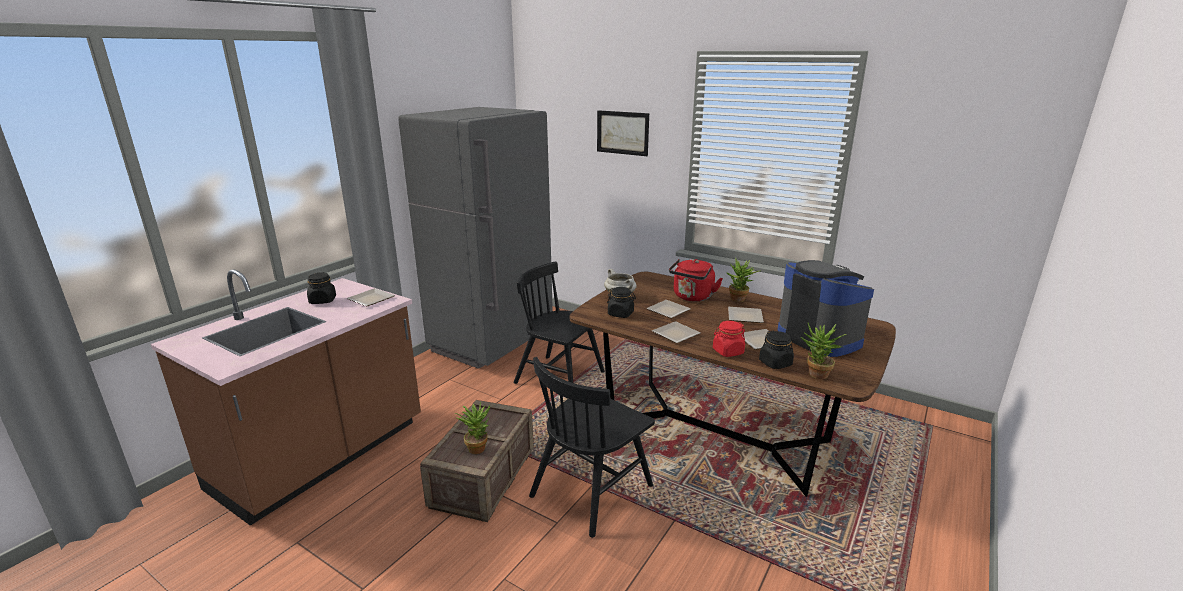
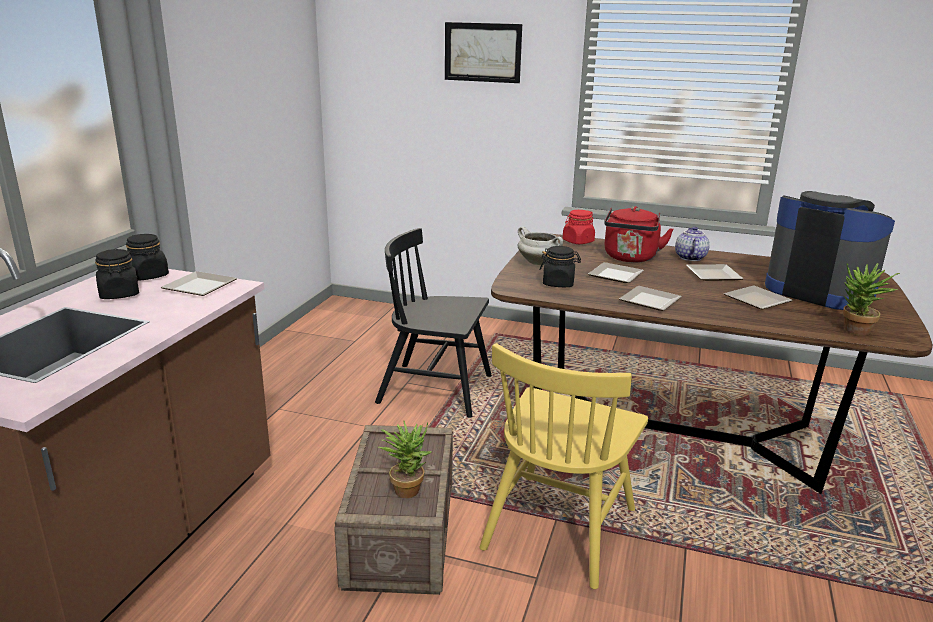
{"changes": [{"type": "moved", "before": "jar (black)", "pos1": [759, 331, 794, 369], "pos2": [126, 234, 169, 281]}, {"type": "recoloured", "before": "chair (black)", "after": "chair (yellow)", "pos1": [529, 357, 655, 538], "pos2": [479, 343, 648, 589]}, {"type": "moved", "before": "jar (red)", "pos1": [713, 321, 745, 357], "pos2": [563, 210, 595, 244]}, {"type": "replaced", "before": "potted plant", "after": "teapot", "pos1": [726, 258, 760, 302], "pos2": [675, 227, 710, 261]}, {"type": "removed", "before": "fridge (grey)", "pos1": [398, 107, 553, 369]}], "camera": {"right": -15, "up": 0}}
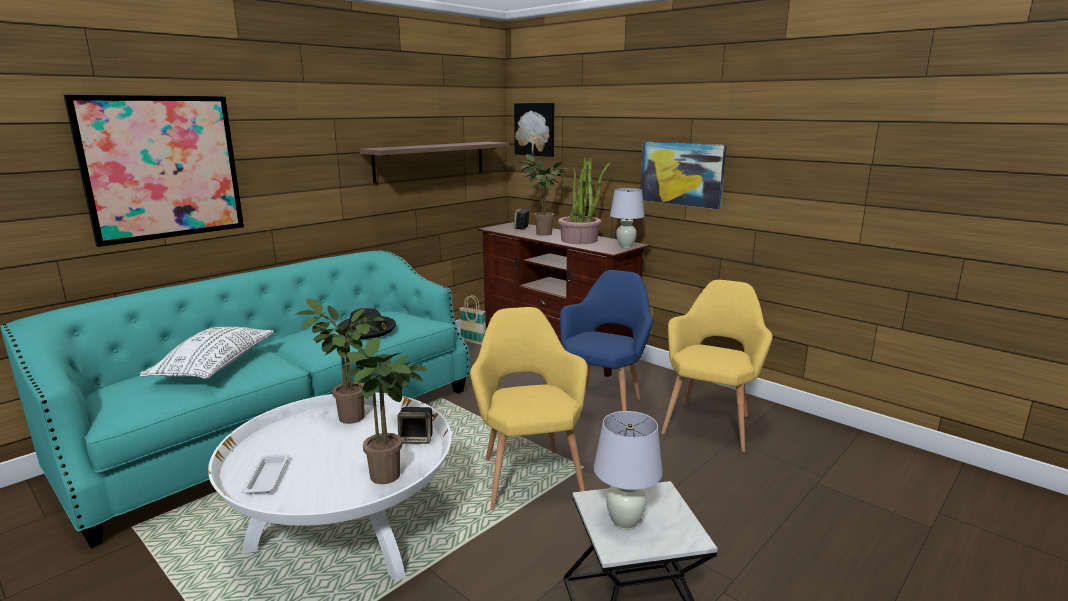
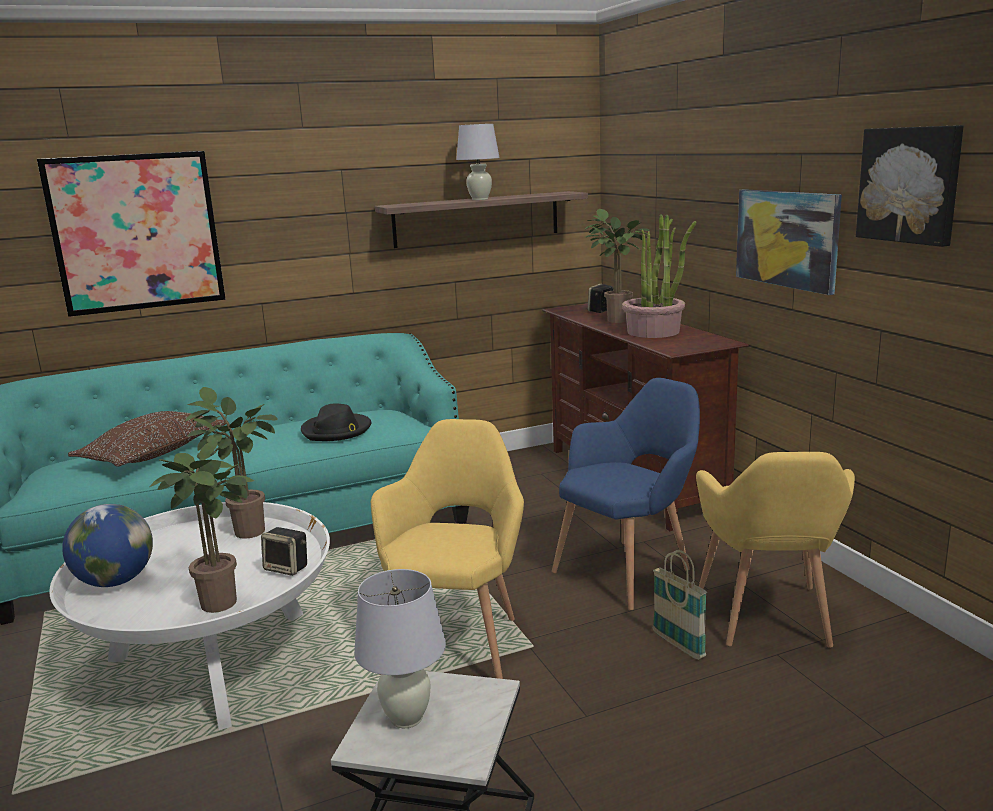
{"changes": [{"type": "replaced", "before": "tray (white)", "after": "globe", "pos1": [242, 454, 289, 494], "pos2": [62, 504, 153, 587]}, {"type": "recoloured", "before": "pillow (white)", "after": "pillow (brown)", "pos1": [140, 327, 274, 379], "pos2": [68, 411, 226, 467]}, {"type": "moved", "before": "table lamp (white)", "pos1": [610, 188, 644, 248], "pos2": [456, 124, 500, 200]}, {"type": "moved", "before": "basket", "pos1": [459, 295, 486, 345], "pos2": [653, 550, 707, 660]}, {"type": "turned", "before": "armchair (yellow)", "pos1": [661, 280, 773, 453], "pos2": [696, 452, 855, 648], "turn": 135}, {"type": "moved", "before": "picture", "pos1": [514, 103, 555, 157], "pos2": [856, 125, 963, 247]}], "camera": {"right": 25, "up": 0}}
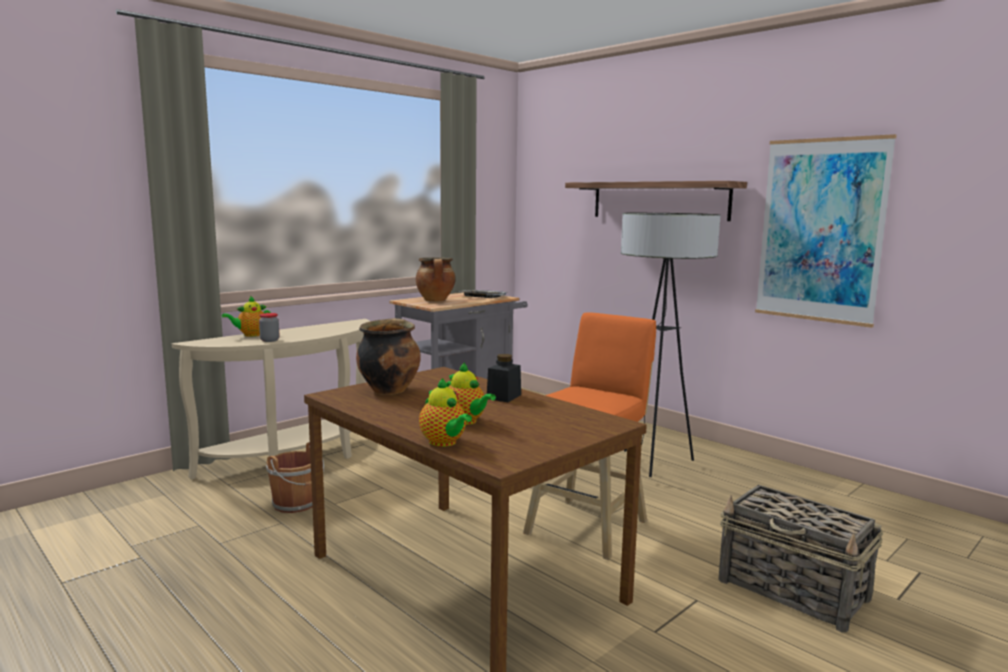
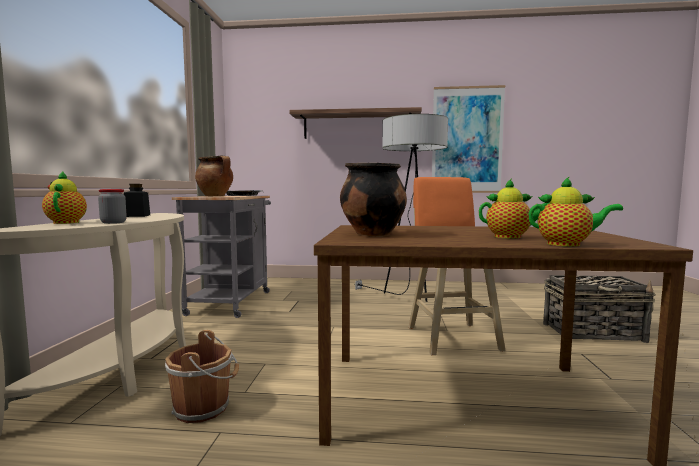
{"changes": [{"type": "turned", "before": "teapot", "pos1": [222, 296, 271, 337], "pos2": [42, 171, 87, 224], "turn": 150}, {"type": "moved", "before": "jar (black)", "pos1": [487, 354, 521, 402], "pos2": [124, 184, 150, 217]}], "camera": {"right": -40, "up": -5}}
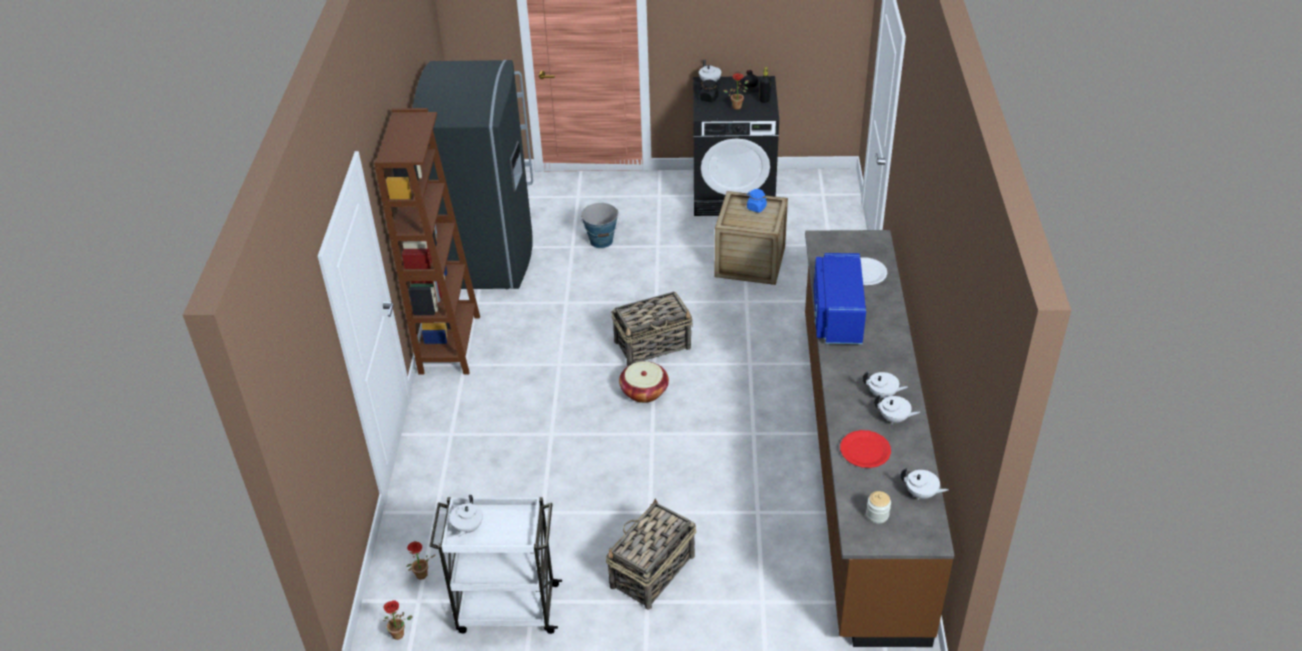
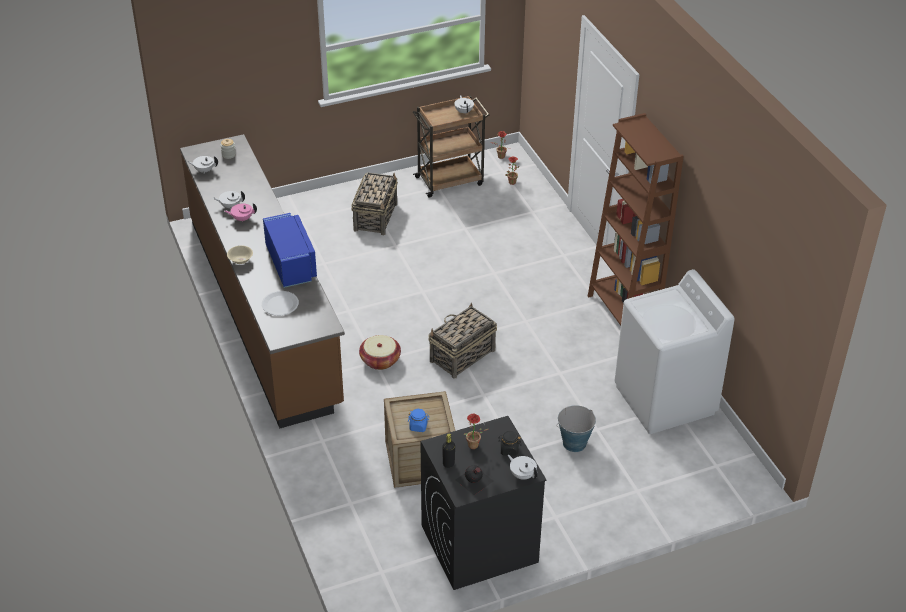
{"changes": [{"type": "recoloured", "before": "teapot (white)", "after": "teapot (pink)", "pos1": [863, 371, 908, 399], "pos2": [225, 203, 257, 222]}, {"type": "added", "after": "bowl (beige)", "pos2": [227, 245, 253, 264]}, {"type": "moved", "before": "basket", "pos1": [619, 361, 669, 403], "pos2": [359, 335, 401, 370]}, {"type": "recoloured", "before": "cart (white)", "after": "cart (brown)", "pos1": [429, 497, 562, 634], "pos2": [413, 95, 489, 198]}, {"type": "replaced", "before": "fridge (grey)", "after": "washing machine (white)", "pos1": [412, 60, 533, 289], "pos2": [615, 269, 735, 434]}, {"type": "removed", "before": "plate (red)", "pos1": [840, 430, 891, 468]}], "camera": {"right": 155, "up": 0}}
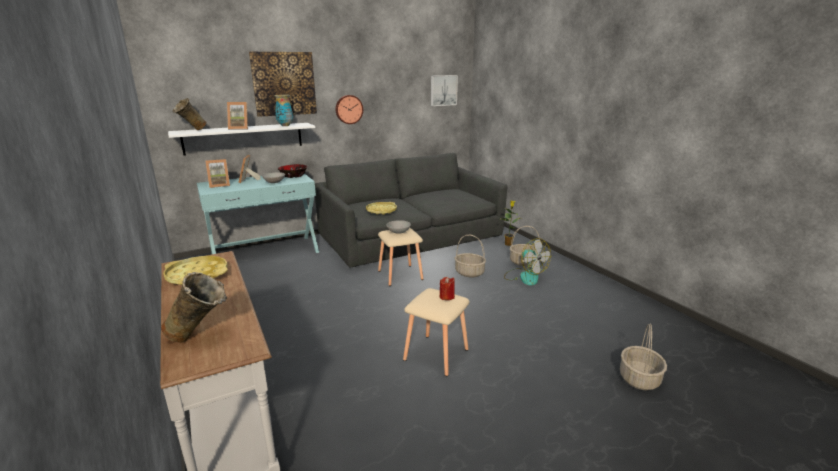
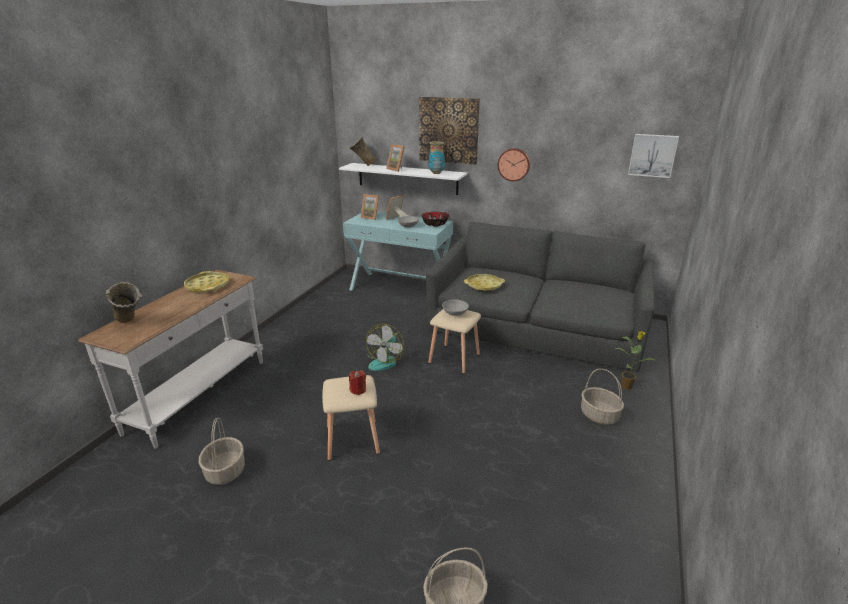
{"changes": [{"type": "moved", "before": "basket", "pos1": [455, 235, 486, 278], "pos2": [199, 418, 245, 485]}, {"type": "moved", "before": "fan", "pos1": [504, 238, 551, 285], "pos2": [366, 324, 404, 371]}], "camera": {"right": 50, "up": 5}}
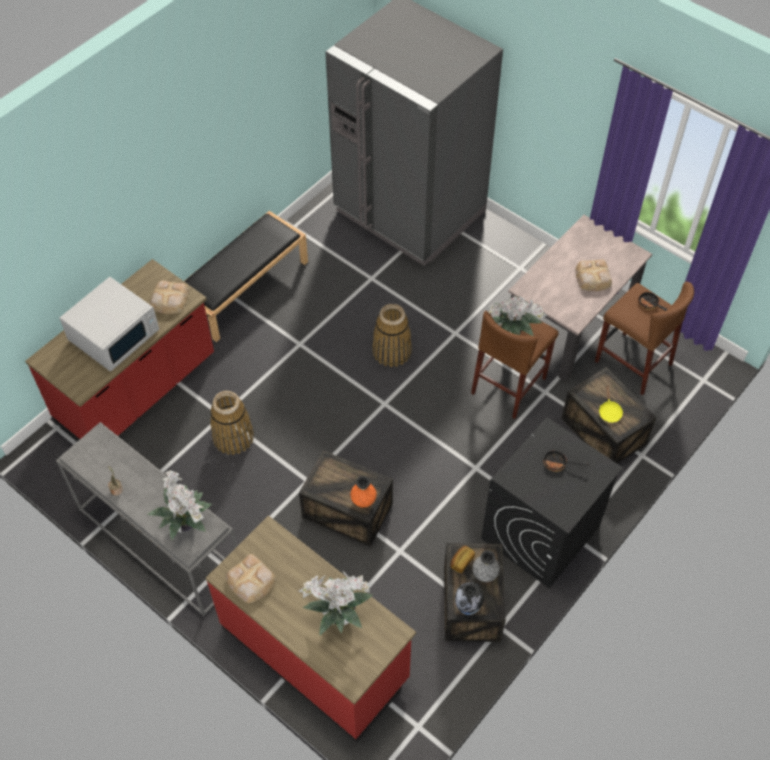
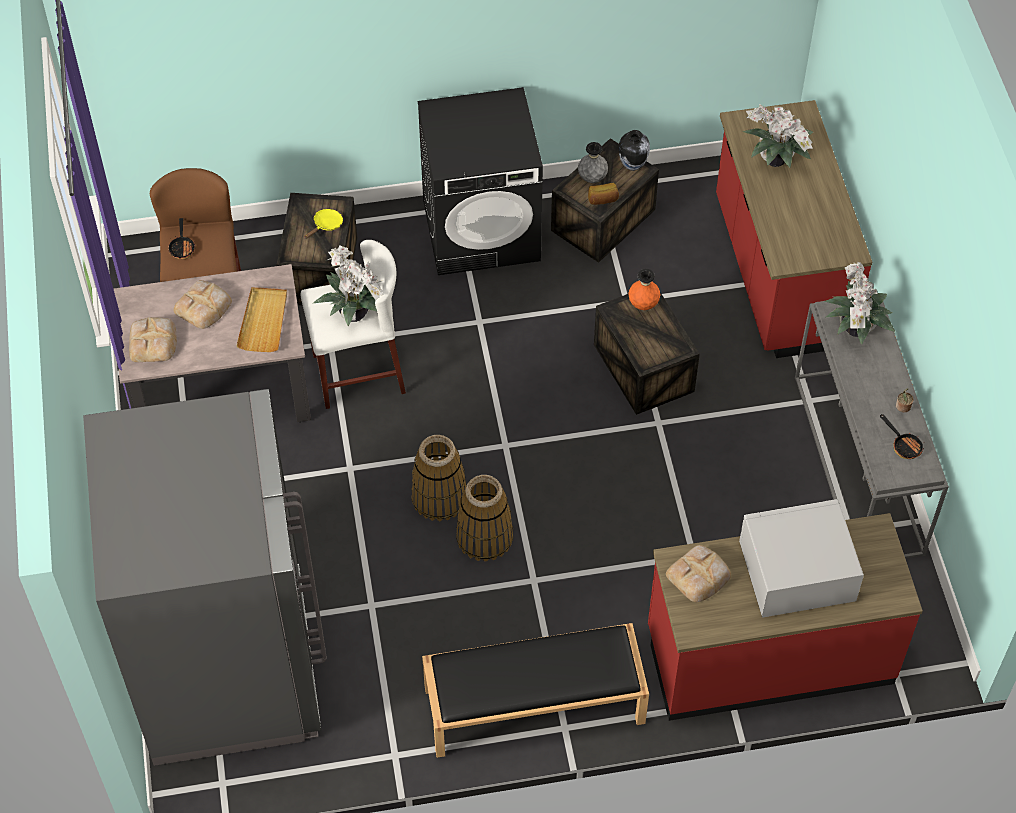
{"changes": [{"type": "moved", "before": "bread", "pos1": [226, 554, 276, 603], "pos2": [129, 317, 177, 362]}, {"type": "added", "after": "tray (beige)", "pos2": [236, 287, 287, 352]}, {"type": "recoloured", "before": "stool (brown)", "after": "stool (white)", "pos1": [471, 311, 559, 419], "pos2": [301, 240, 406, 409]}, {"type": "moved", "before": "basket", "pos1": [210, 391, 254, 455], "pos2": [456, 475, 513, 562]}, {"type": "moved", "before": "frying pan", "pos1": [543, 450, 589, 472], "pos2": [880, 414, 924, 459]}], "camera": {"right": -140, "up": 0}}
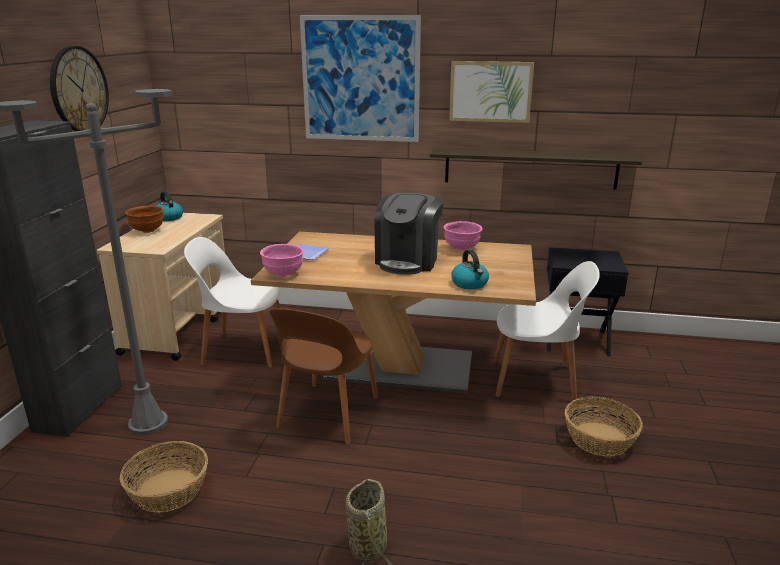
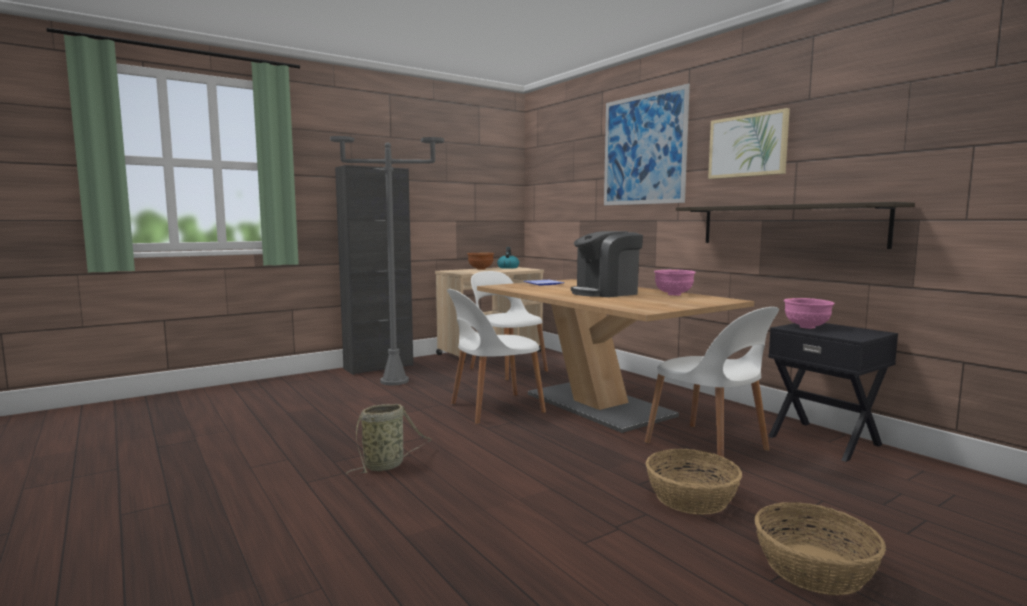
{"changes": [{"type": "recoloured", "before": "chair (brown)", "after": "chair (white)", "pos1": [269, 308, 379, 444], "pos2": [447, 289, 546, 424]}, {"type": "moved", "before": "basket", "pos1": [120, 441, 208, 513], "pos2": [755, 502, 886, 595]}, {"type": "moved", "before": "bowl (pink)", "pos1": [260, 244, 304, 277], "pos2": [784, 298, 835, 329]}, {"type": "removed", "before": "wall clock", "pos1": [50, 46, 109, 131]}, {"type": "removed", "before": "kettle", "pos1": [451, 249, 489, 289]}], "camera": {"right": 45, "up": -15}}
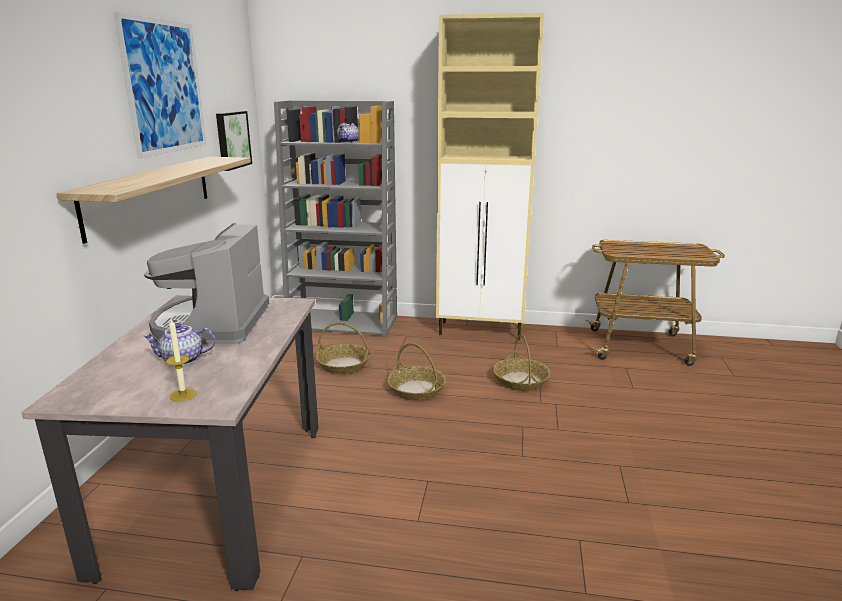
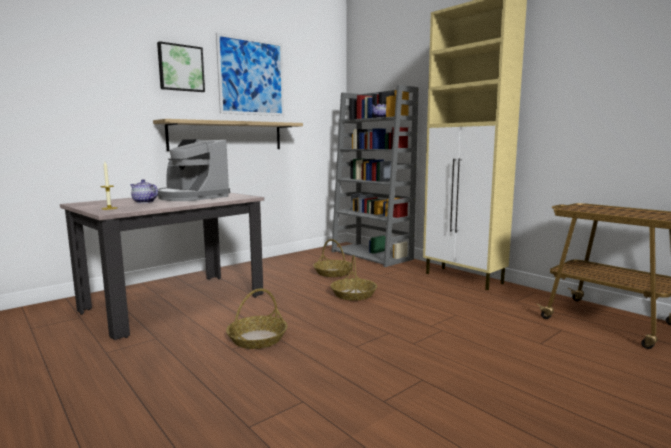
{"changes": [{"type": "moved", "before": "picture", "pos1": [216, 111, 252, 171], "pos2": [157, 41, 205, 92]}, {"type": "turned", "before": "coffee machine", "pos1": [144, 223, 269, 344], "pos2": [157, 139, 230, 201], "turn": -90}, {"type": "moved", "before": "basket", "pos1": [493, 334, 551, 391], "pos2": [226, 288, 288, 349]}], "camera": {"right": 40, "up": -10}}
